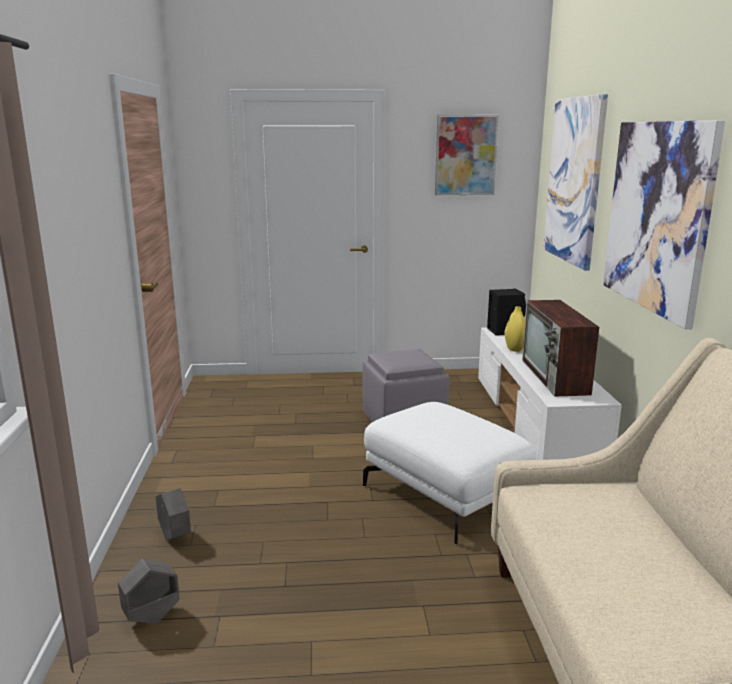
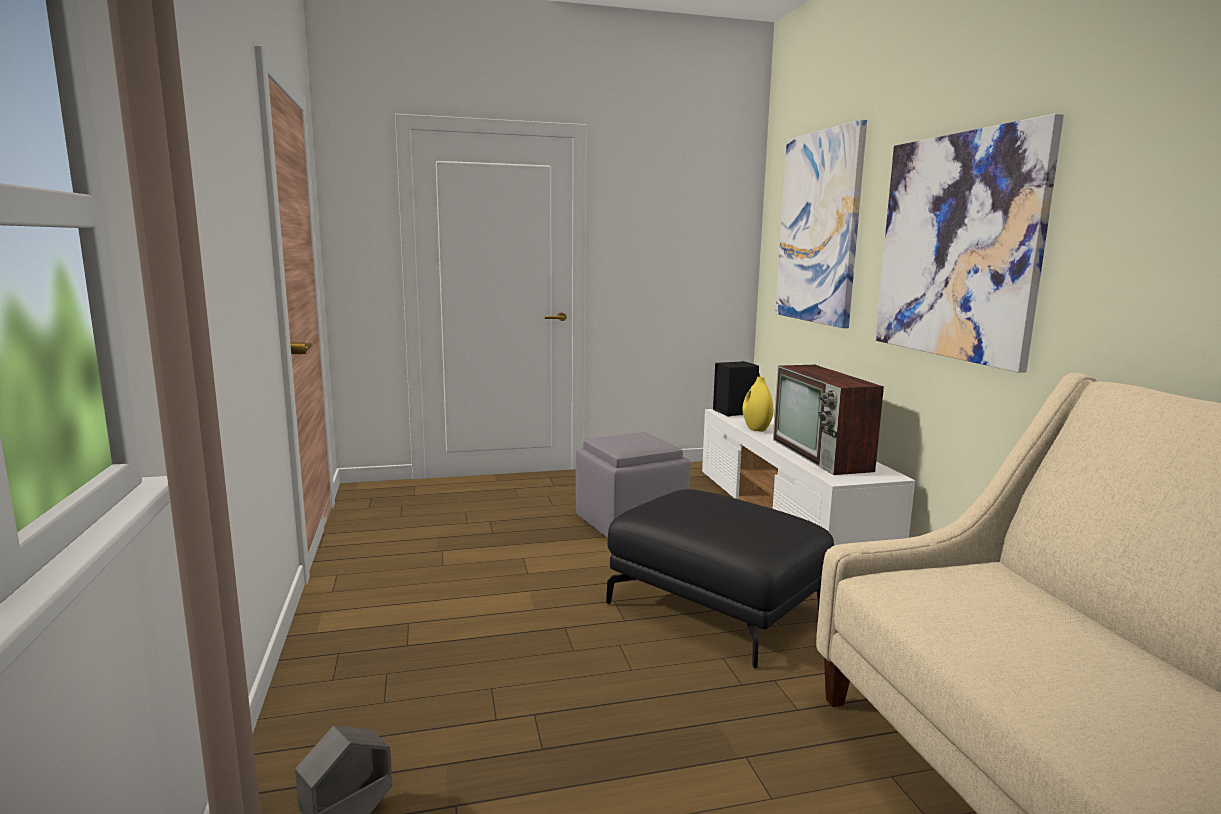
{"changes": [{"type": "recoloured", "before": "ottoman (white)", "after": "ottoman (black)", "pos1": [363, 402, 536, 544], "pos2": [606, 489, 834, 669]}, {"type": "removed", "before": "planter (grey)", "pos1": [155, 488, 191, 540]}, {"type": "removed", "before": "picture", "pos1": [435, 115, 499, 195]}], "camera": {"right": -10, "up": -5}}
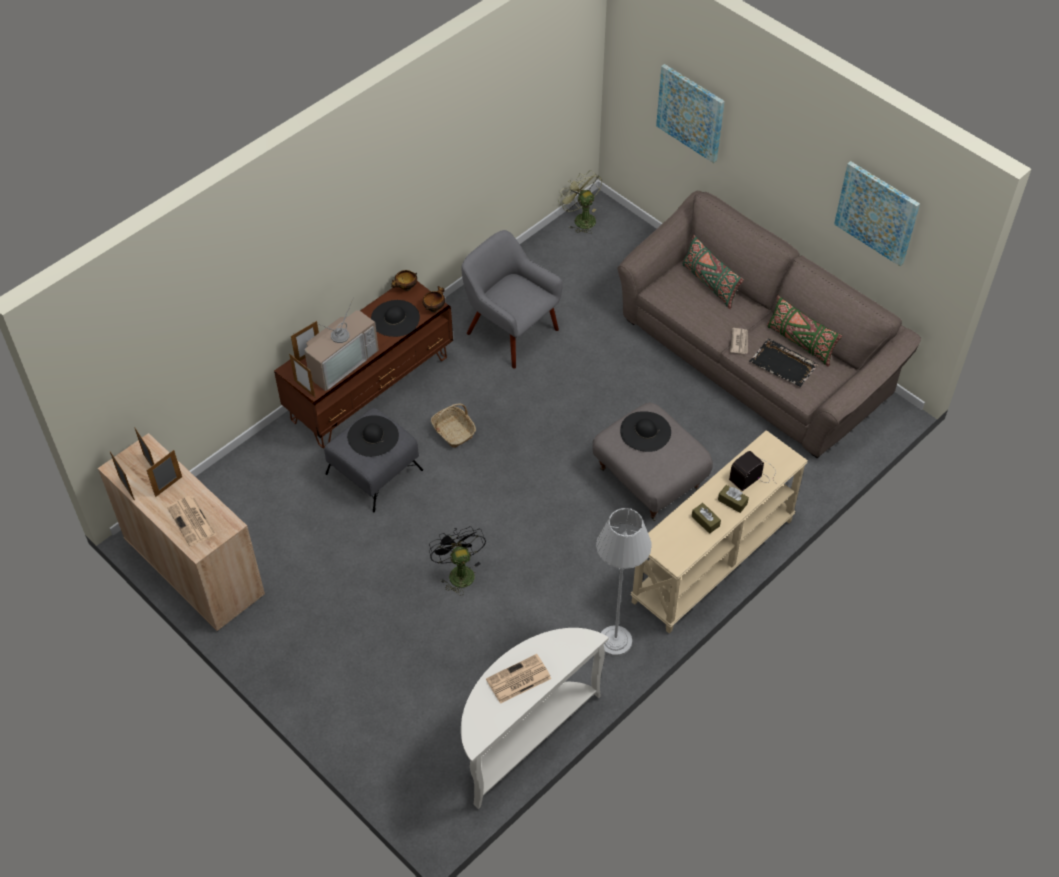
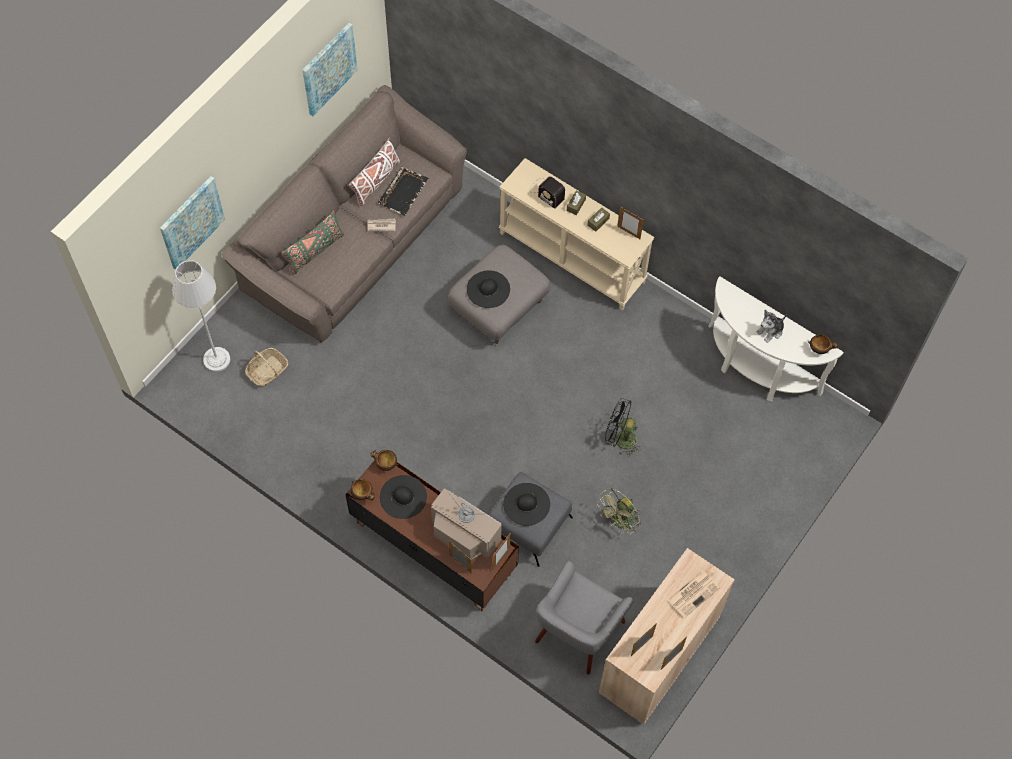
{"changes": [{"type": "moved", "before": "floor lamp (grey)", "pos1": [596, 508, 651, 656], "pos2": [172, 260, 230, 372]}, {"type": "moved", "before": "basket", "pos1": [431, 403, 476, 448], "pos2": [245, 348, 288, 387]}, {"type": "recoloured", "before": "pillow (green)", "after": "pillow (white)", "pos1": [767, 295, 842, 367], "pos2": [349, 138, 401, 206]}, {"type": "moved", "before": "armchair (grey)", "pos1": [462, 230, 563, 368], "pos2": [535, 561, 634, 675]}, {"type": "moved", "before": "fan (green)", "pos1": [558, 170, 602, 234], "pos2": [597, 488, 641, 534]}, {"type": "turned", "before": "fan (black)", "pos1": [429, 526, 486, 595], "pos2": [605, 398, 641, 456], "turn": 45}, {"type": "moved", "before": "picture frame", "pos1": [146, 450, 182, 497], "pos2": [617, 207, 643, 239]}, {"type": "replaced", "before": "newspaper", "after": "plush toy", "pos1": [486, 654, 551, 704], "pos2": [756, 310, 787, 343]}, {"type": "added", "after": "bowl", "pos2": [808, 335, 838, 354]}], "camera": {"right": -100, "up": 10}}
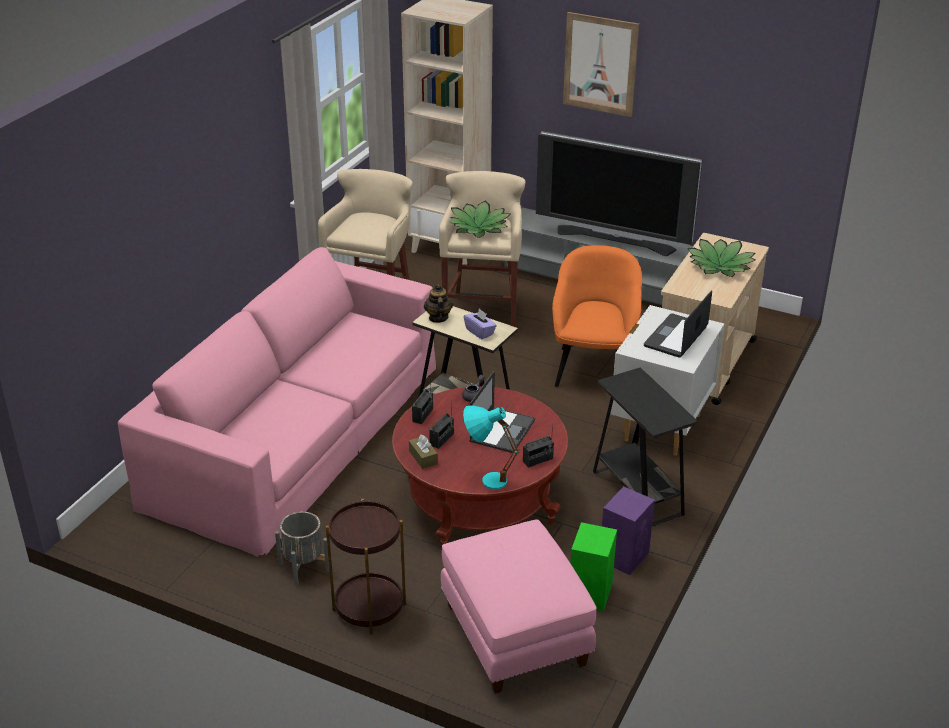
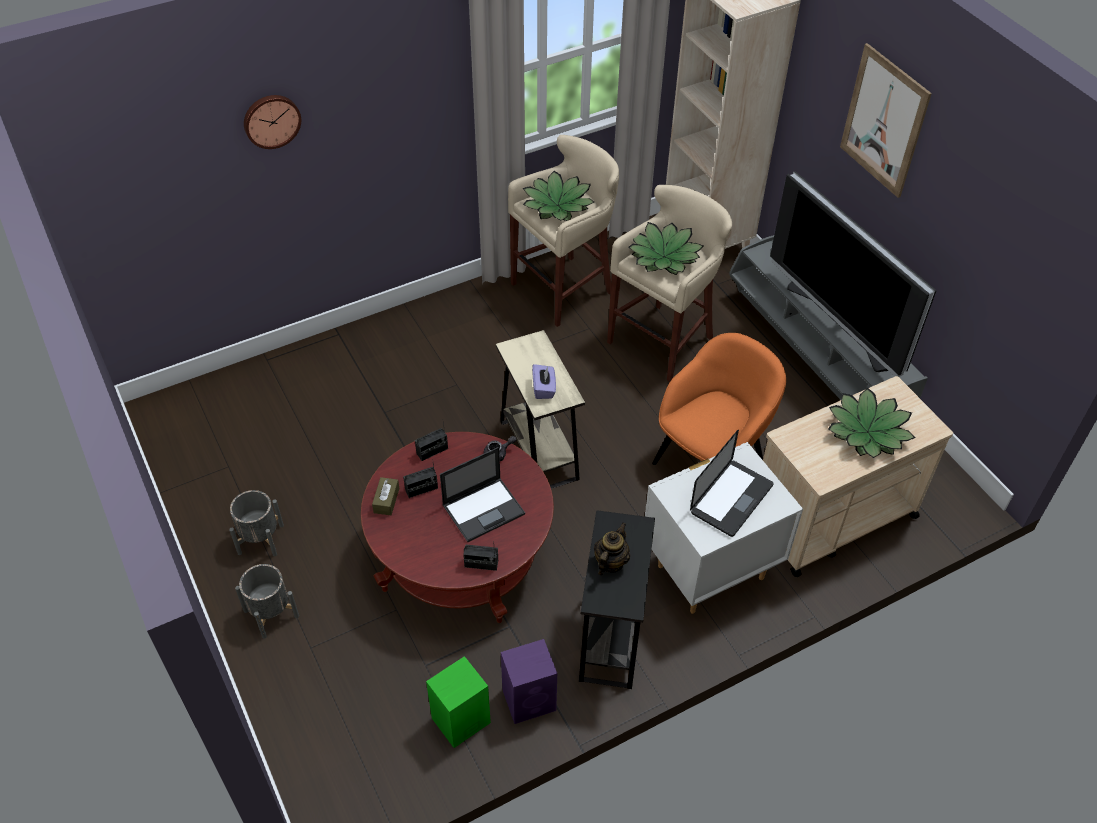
{"changes": [{"type": "replaced", "before": "side table (brown)", "after": "planter (grey)", "pos1": [326, 499, 406, 634], "pos2": [235, 564, 299, 639]}, {"type": "added", "after": "wall clock", "pos2": [244, 95, 301, 149]}, {"type": "added", "after": "potted plant", "pos2": [523, 171, 594, 221]}, {"type": "moved", "before": "teapot", "pos1": [424, 283, 453, 323], "pos2": [594, 522, 630, 575]}, {"type": "turned", "before": "laptop", "pos1": [644, 290, 712, 358], "pos2": [690, 430, 773, 537], "turn": 150}, {"type": "removed", "before": "sofa (pink)", "pos1": [118, 247, 436, 557]}, {"type": "removed", "before": "ottoman (pink)", "pos1": [441, 519, 597, 694]}, {"type": "removed", "before": "table lamp (turquoise)", "pos1": [463, 406, 520, 489]}], "camera": {"right": 35, "up": 15}}
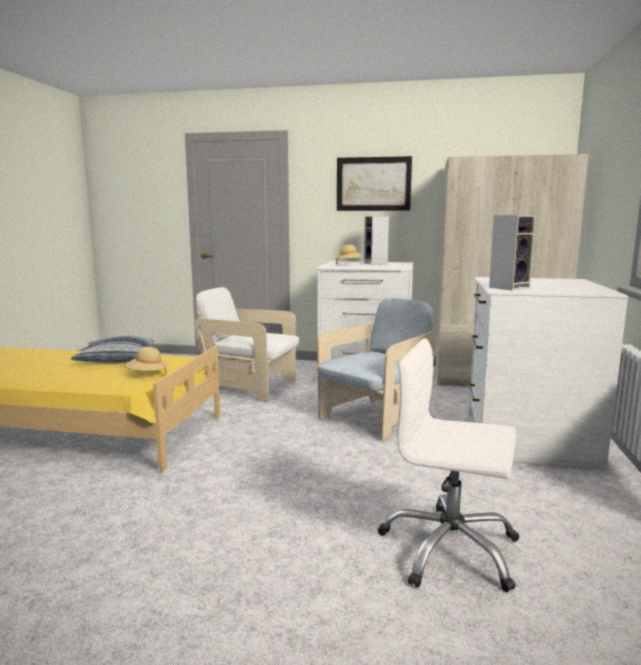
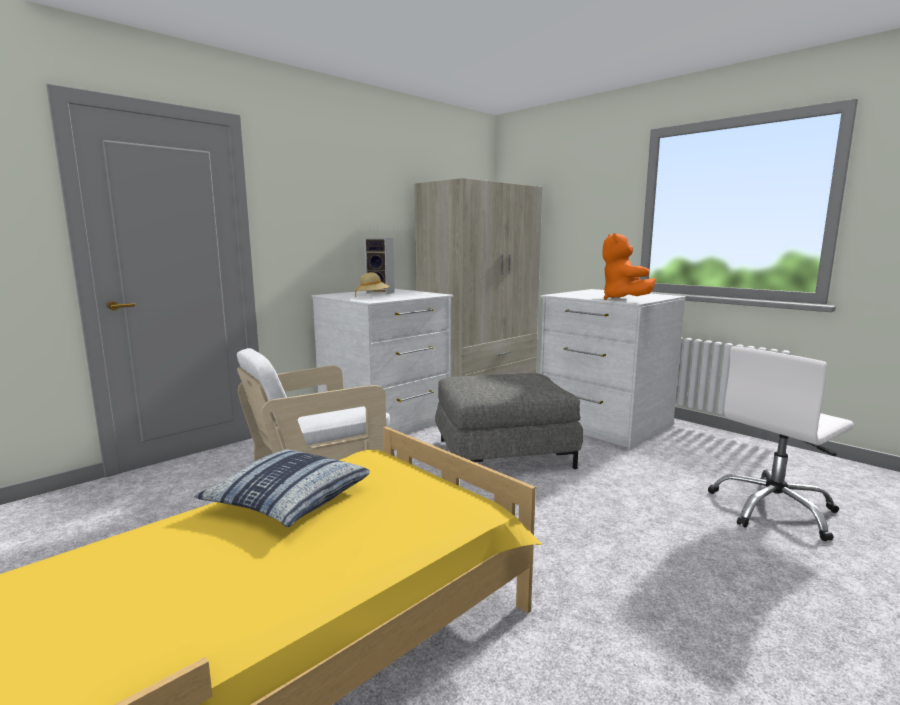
{"changes": [{"type": "replaced", "before": "armchair (beige)", "after": "ottoman (grey)", "pos1": [317, 298, 436, 441], "pos2": [435, 373, 583, 480]}, {"type": "replaced", "before": "speaker", "after": "plush toy (orange)", "pos1": [489, 215, 536, 291], "pos2": [603, 233, 656, 300]}, {"type": "removed", "before": "hat (beige)", "pos1": [125, 347, 168, 376]}, {"type": "removed", "before": "picture", "pos1": [337, 156, 412, 211]}], "camera": {"right": -55, "up": 0}}
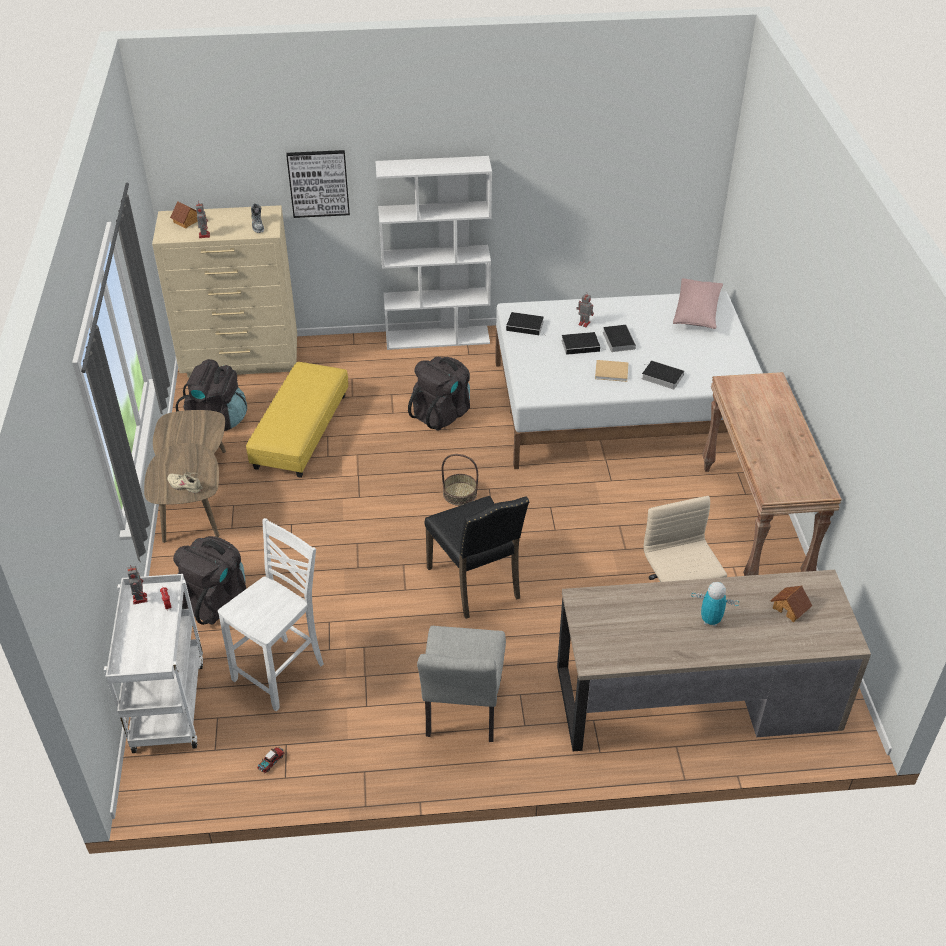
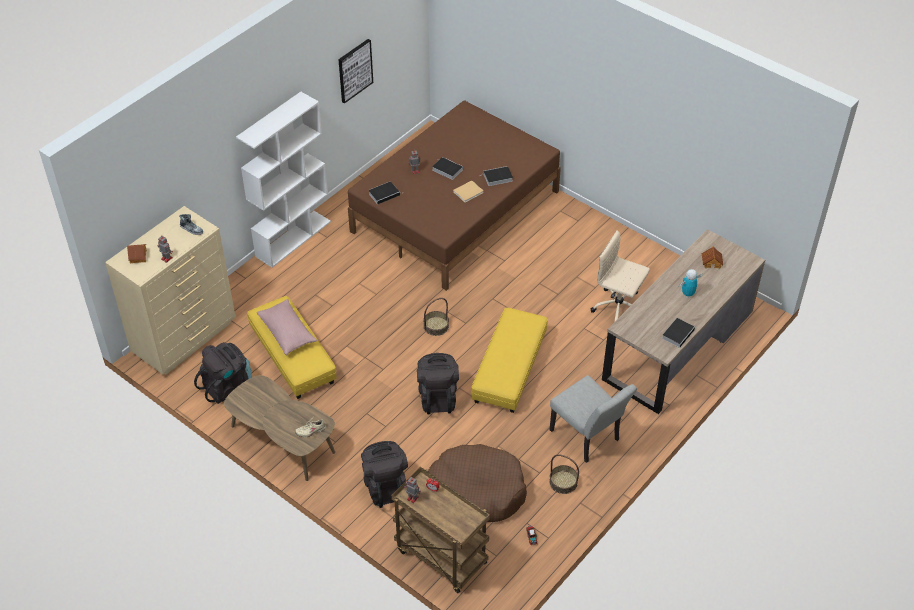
{"changes": [{"type": "moved", "before": "pillow (pink)", "pos1": [673, 278, 723, 329], "pos2": [257, 299, 317, 355]}, {"type": "moved", "before": "picture", "pos1": [286, 150, 350, 218], "pos2": [338, 39, 373, 103]}, {"type": "recoloured", "before": "bed (white)", "after": "bed (brown)", "pos1": [495, 291, 763, 469], "pos2": [348, 100, 561, 291]}, {"type": "recoloured", "before": "cart (white)", "after": "cart (brown)", "pos1": [104, 574, 203, 753], "pos2": [391, 467, 490, 593]}, {"type": "moved", "before": "backpack (black)", "pos1": [408, 357, 470, 431], "pos2": [417, 353, 459, 415]}, {"type": "replaced", "before": "chair (white)", "after": "dog bed (brown)", "pos1": [218, 518, 324, 711], "pos2": [429, 444, 527, 522]}, {"type": "replaced", "before": "chair (black)", "after": "ottoman (yellow)", "pos1": [425, 496, 529, 619], "pos2": [471, 308, 548, 413]}, {"type": "added", "after": "basket", "pos2": [549, 454, 579, 494]}, {"type": "moved", "before": "book", "pos1": [561, 332, 603, 355], "pos2": [662, 318, 696, 348]}, {"type": "removed", "before": "console table (brown)", "pos1": [702, 372, 842, 576]}], "camera": {"right": -45, "up": 5}}
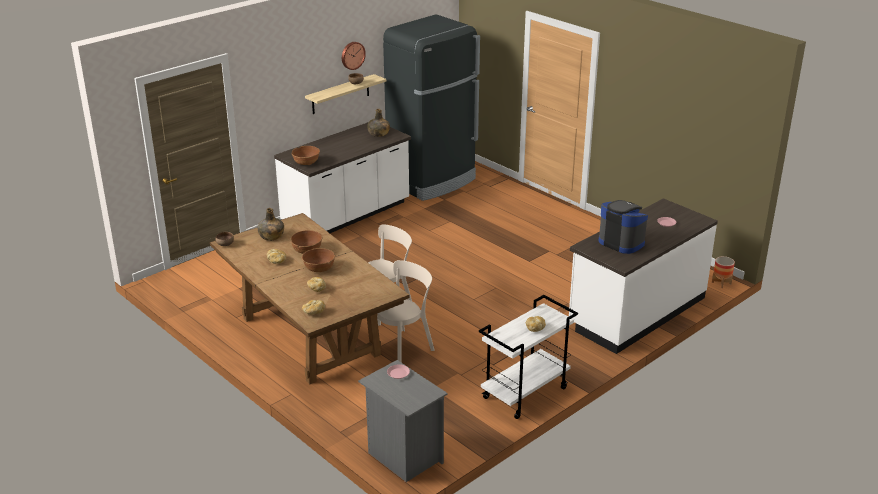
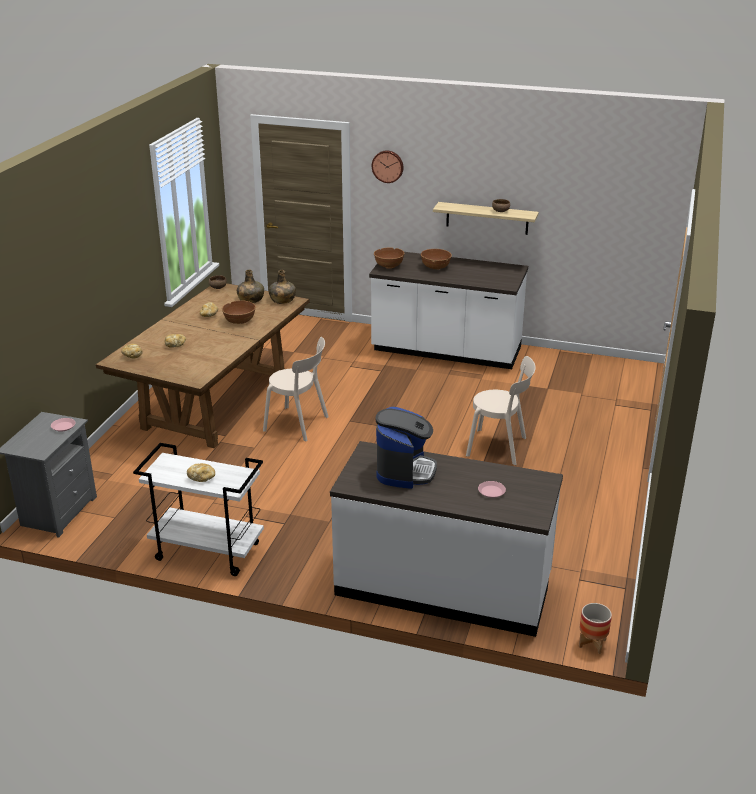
{"changes": [{"type": "moved", "before": "bottle (green)", "pos1": [367, 109, 390, 137], "pos2": [269, 270, 296, 304]}, {"type": "moved", "before": "wall clock", "pos1": [342, 42, 366, 70], "pos2": [372, 150, 403, 183]}, {"type": "moved", "before": "bowl (brown)", "pos1": [302, 248, 335, 272], "pos2": [421, 249, 452, 270]}, {"type": "moved", "before": "chair (beige)", "pos1": [377, 260, 435, 362], "pos2": [466, 356, 536, 465]}, {"type": "removed", "before": "fridge (black)", "pos1": [383, 15, 480, 201]}], "camera": {"right": 60, "up": 0}}
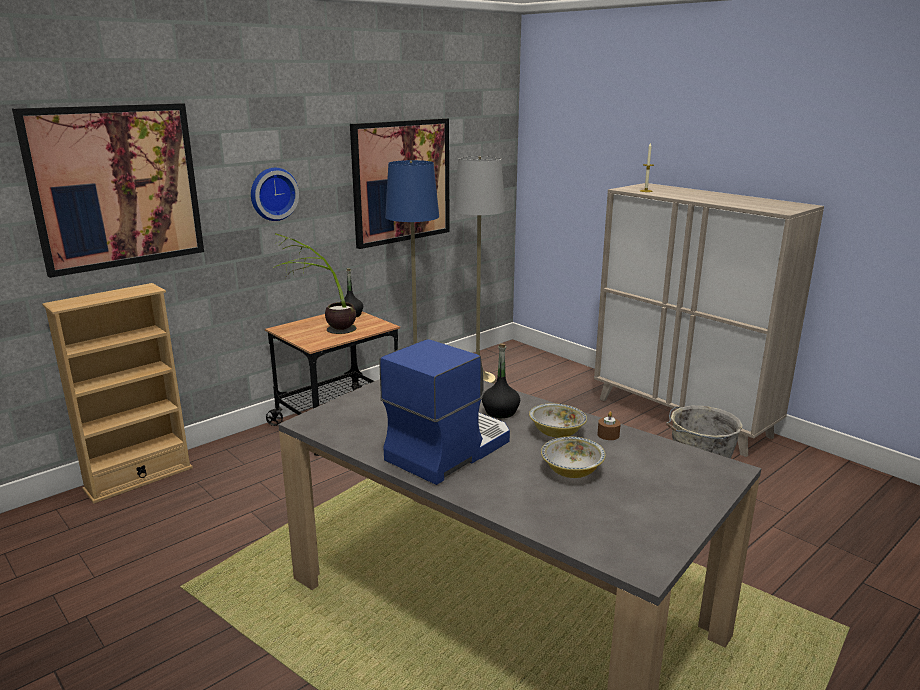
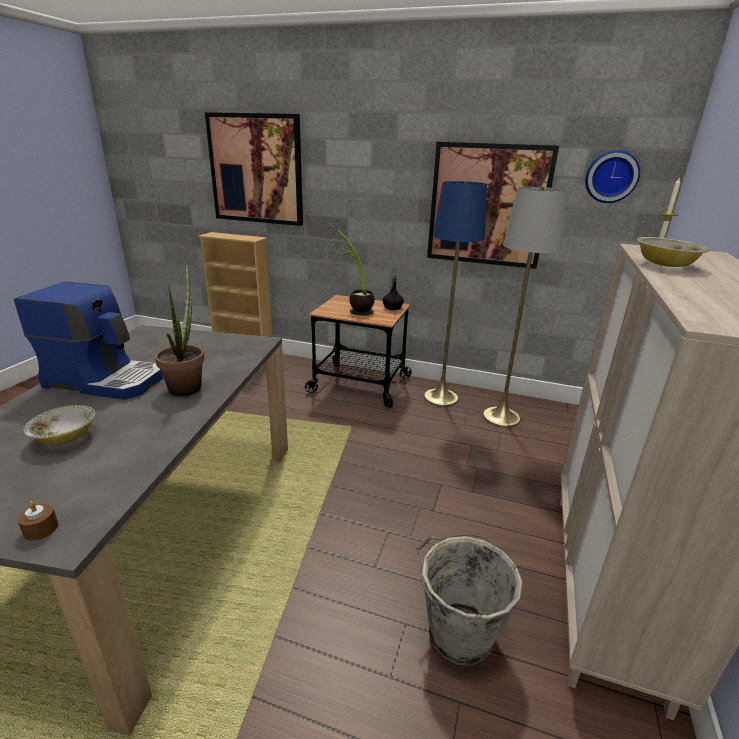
{"changes": [{"type": "moved", "before": "candle (brown)", "pos1": [598, 412, 621, 440], "pos2": [17, 501, 58, 540]}, {"type": "replaced", "before": "bottle (black)", "after": "potted plant", "pos1": [482, 343, 520, 418], "pos2": [155, 262, 204, 396]}, {"type": "moved", "before": "wall clock", "pos1": [251, 168, 299, 221], "pos2": [585, 150, 640, 203]}, {"type": "moved", "before": "bowl", "pos1": [529, 403, 587, 438], "pos2": [637, 237, 709, 267]}], "camera": {"right": 60, "up": 5}}
